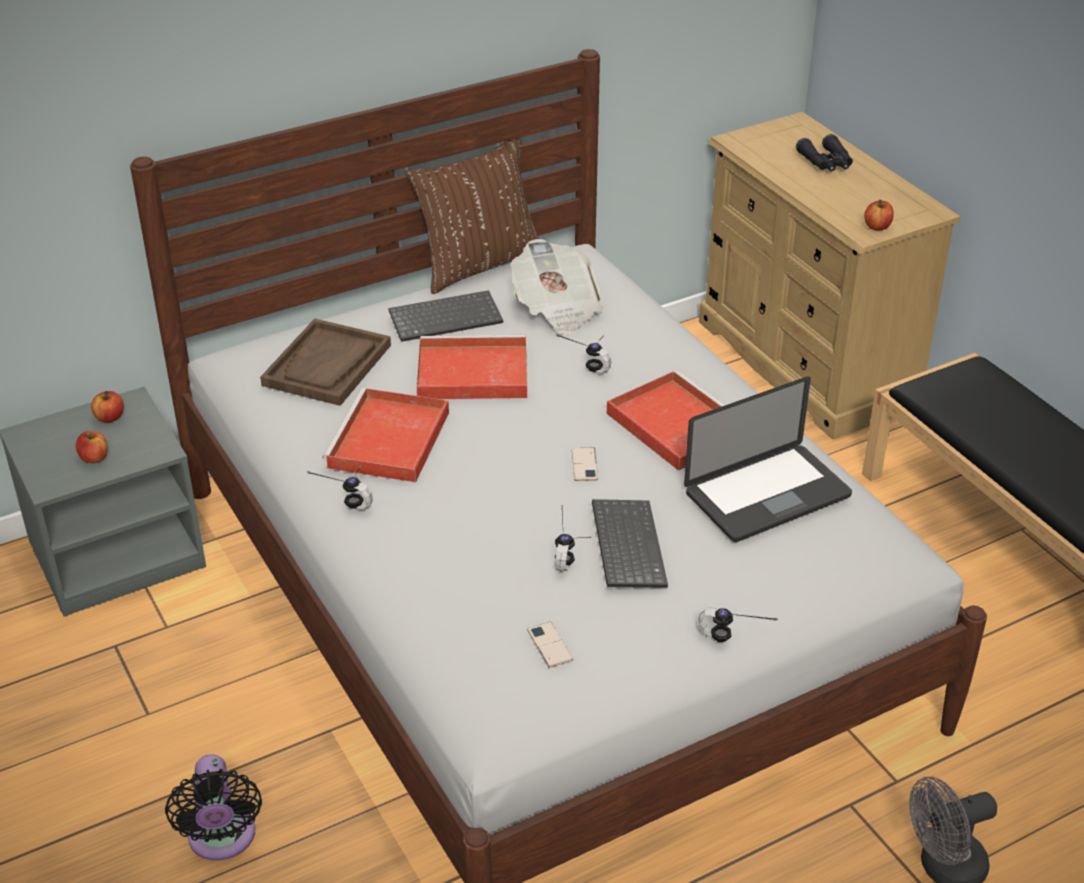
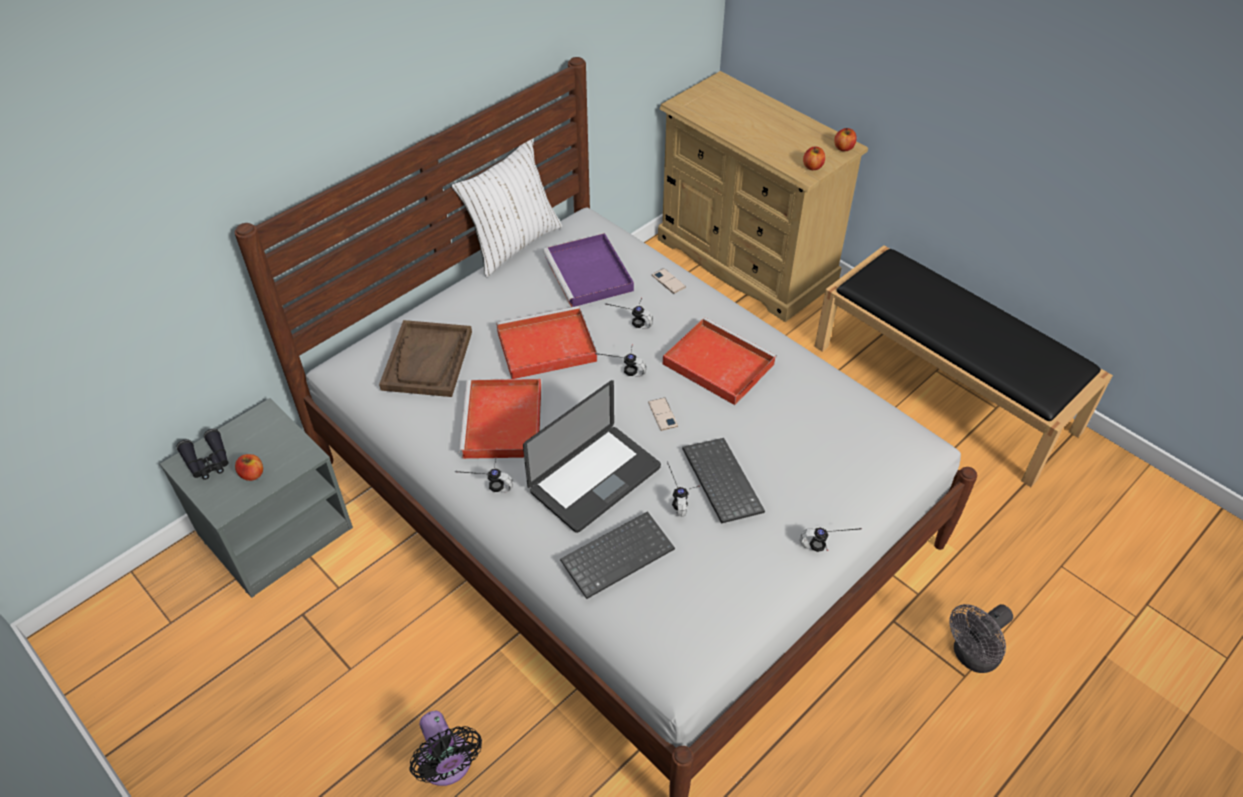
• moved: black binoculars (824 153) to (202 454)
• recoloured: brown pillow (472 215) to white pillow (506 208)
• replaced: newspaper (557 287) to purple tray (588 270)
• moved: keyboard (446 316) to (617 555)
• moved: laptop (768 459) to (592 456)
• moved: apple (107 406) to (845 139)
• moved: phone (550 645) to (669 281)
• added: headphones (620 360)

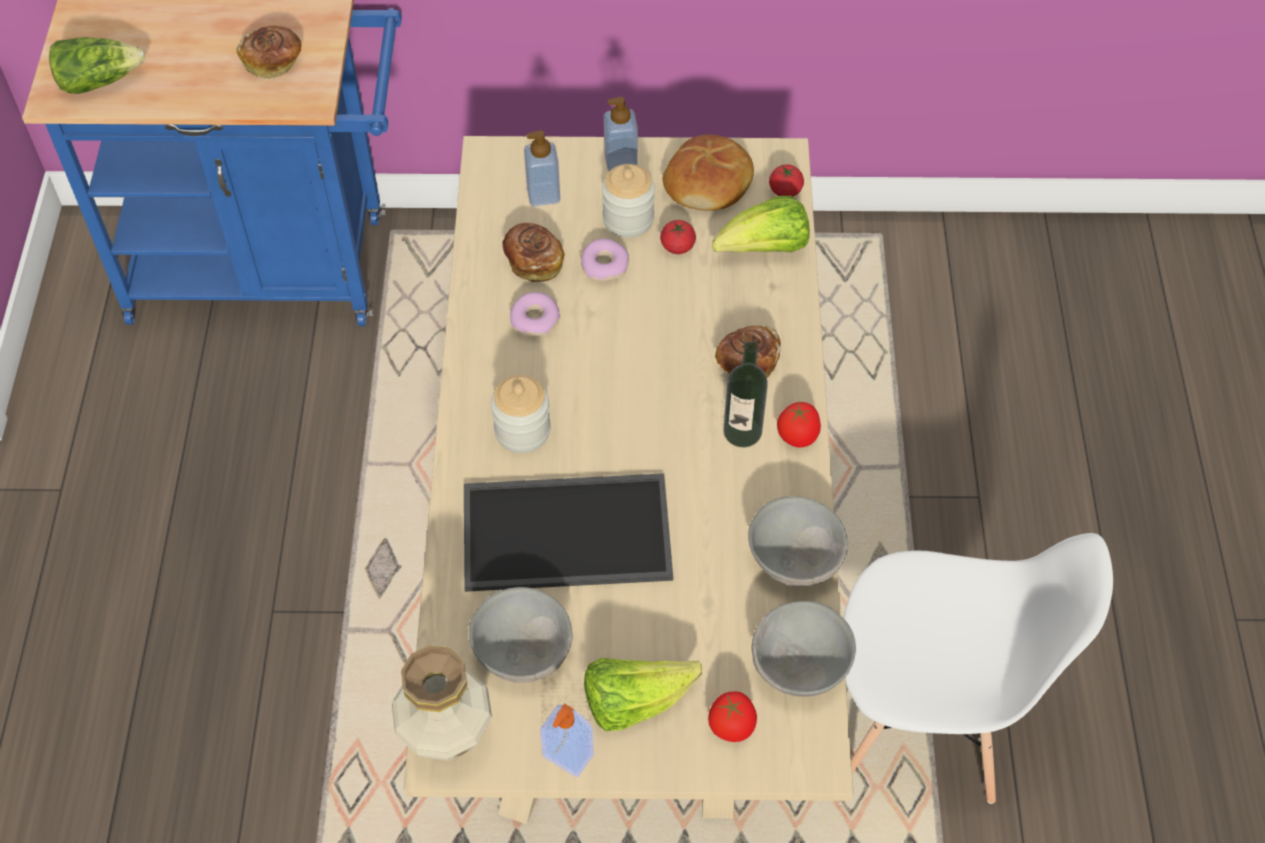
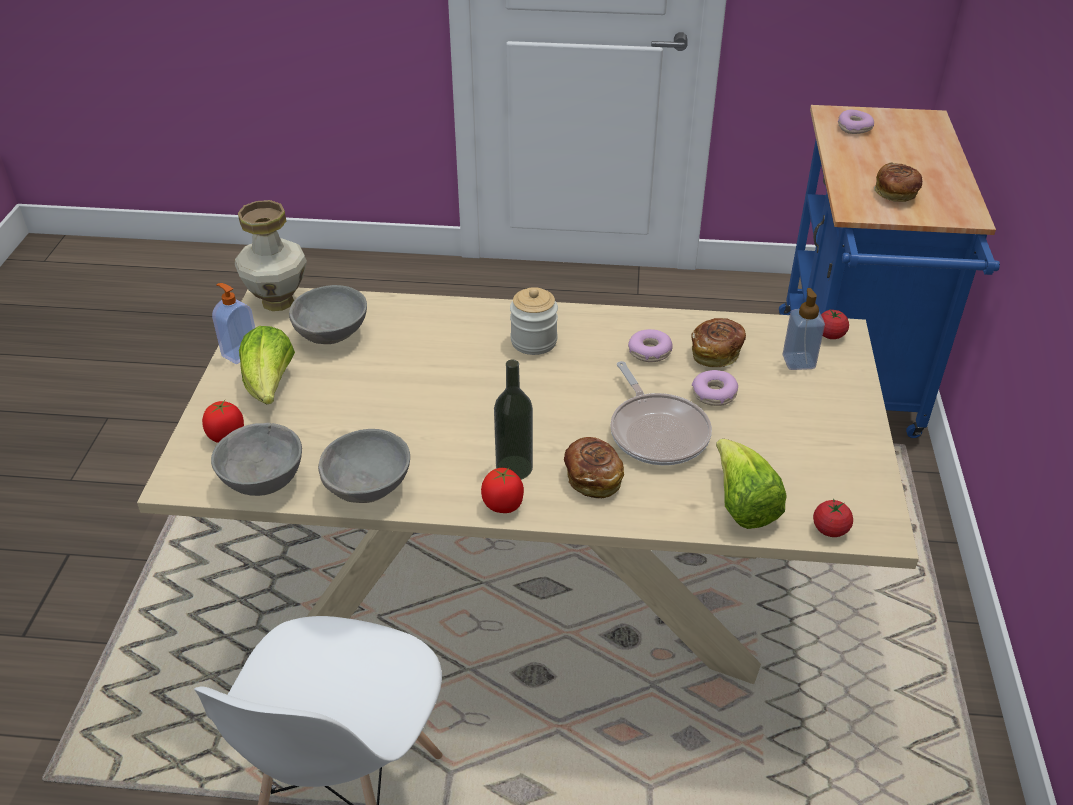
• replaced: lettuce (97 65) to donut (856 122)
• removed: soap dispenser (621 134)
• removed: bread (708 173)
• removed: jar (628 201)
• moved: tomato (678 237) to (835 324)
• removed: tray (568 532)
• added: frying pan (661 413)

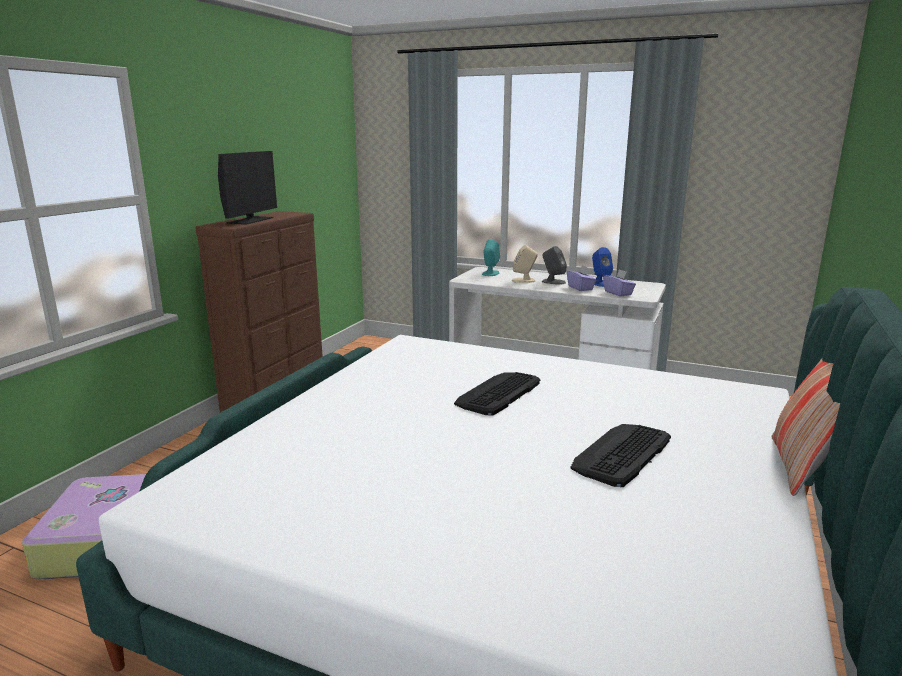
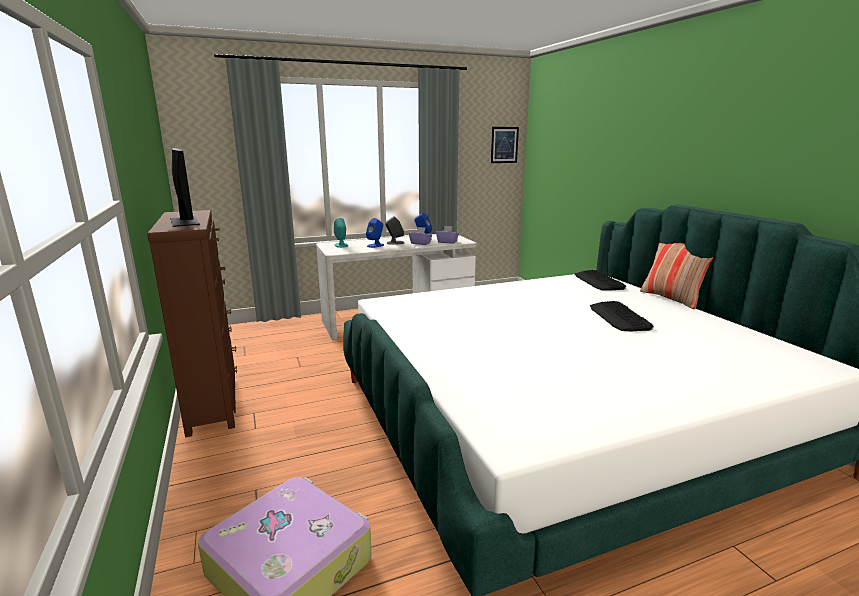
• recoloured: beige speaker (525 264) to blue speaker (375 233)
• moved: keyboard (497 393) to (600 280)
• added: picture (505 145)

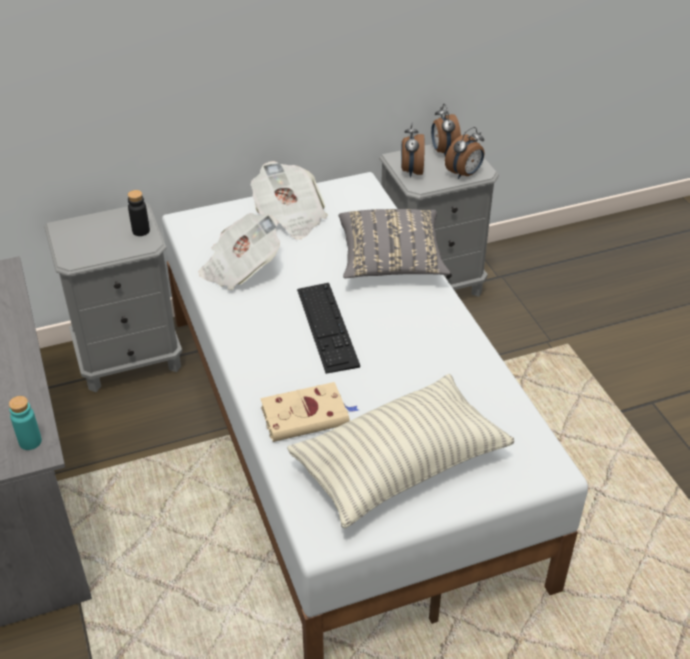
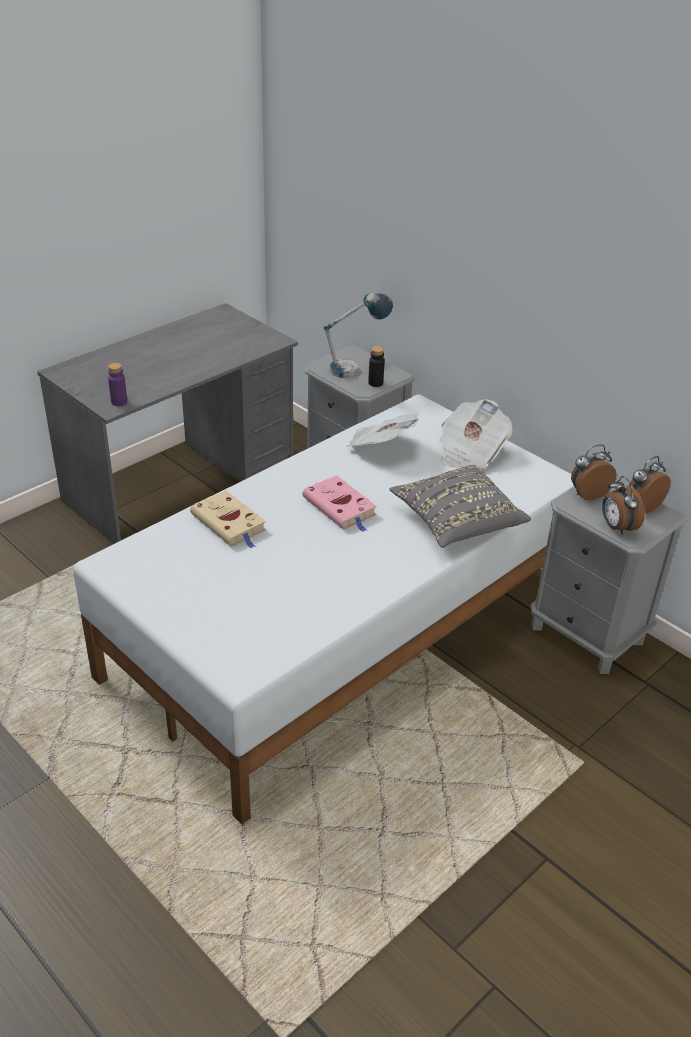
• turned: alarm clock (464 153) = (623 505) 45 degrees clockwise
• replaced: keyboard (328 328) to pink book (339 503)
• removed: pillow (400 451)
• recoloured: turquoise bottle (25 423) to purple bottle (117 384)
• added: table lamp (358 335)

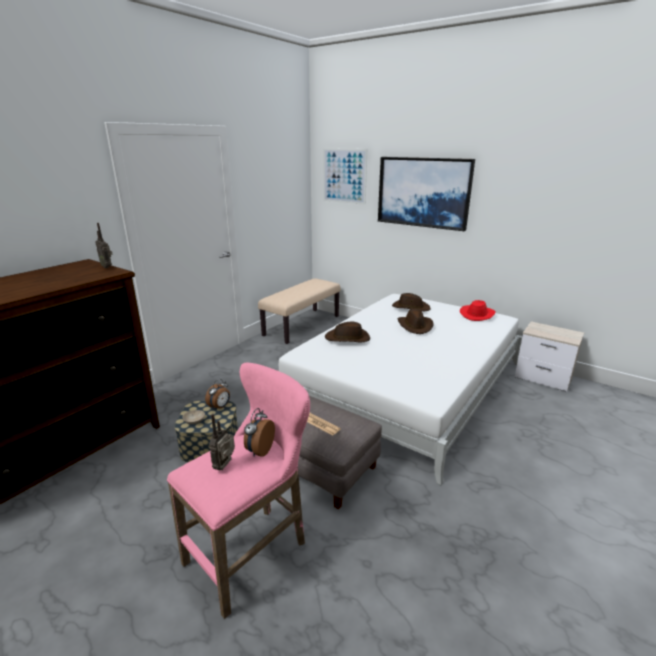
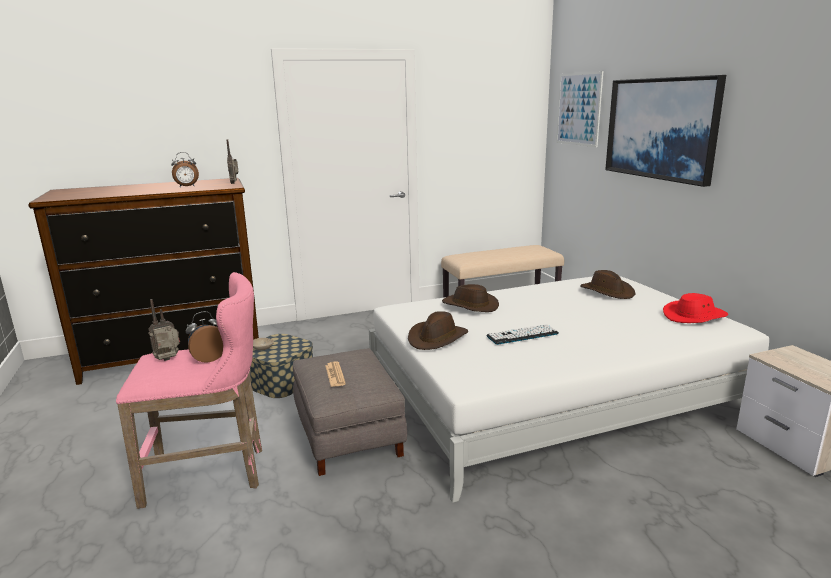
• moved: brown hat (416 321) to (438 330)
• moved: alarm clock (217 395) to (185 169)
• added: keyboard (522 334)

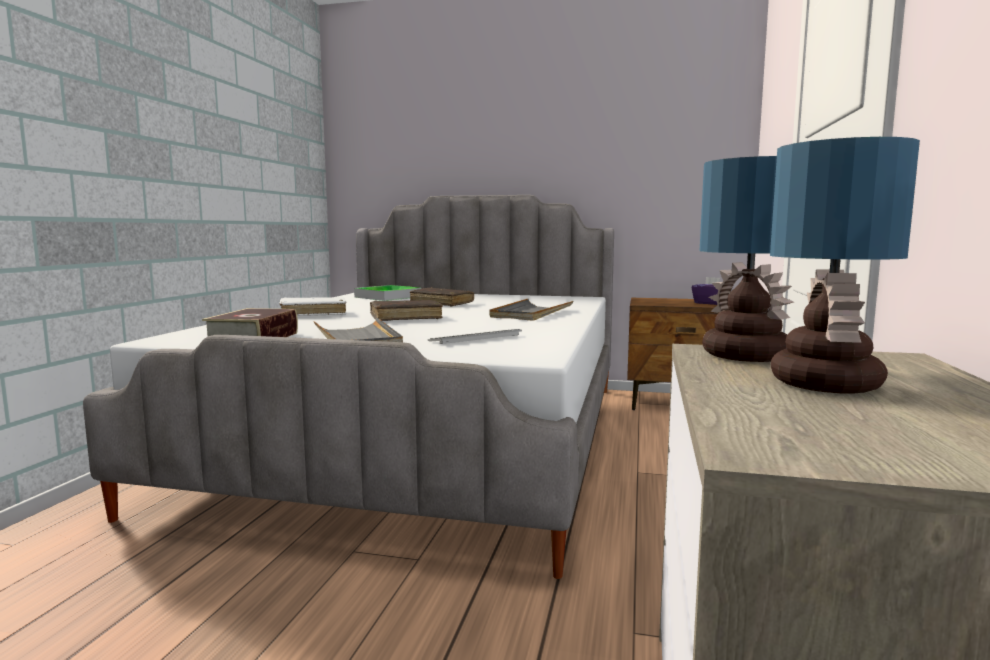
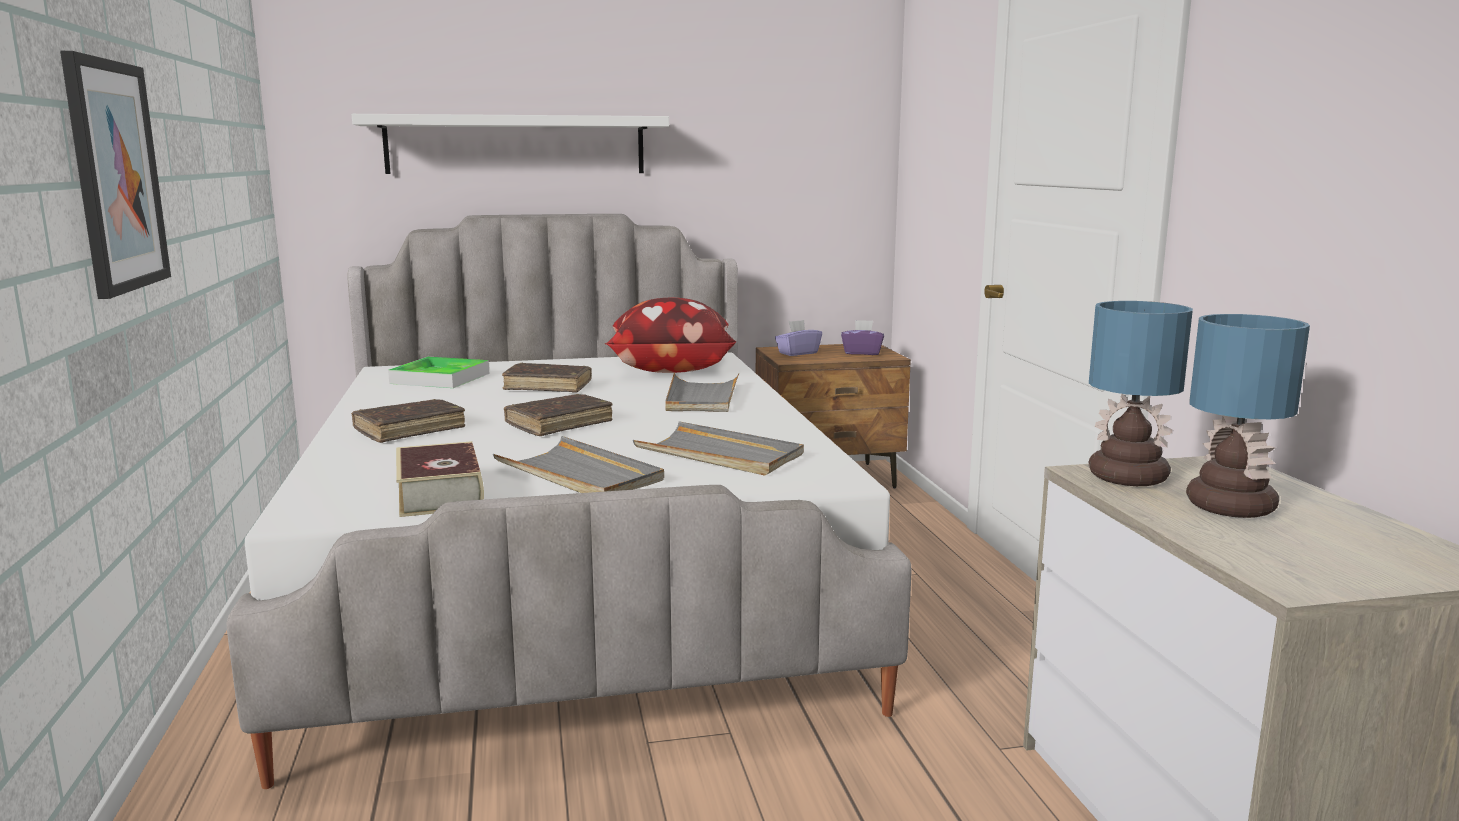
• recoloured: white book (313 306) to brown book (408 421)
• replaced: keyboard (475 336) to grey tray (718 448)
• added: picture (115 175)
• added: white shelf (510 144)
• added: pillow (670 335)
• added: purple tissue box (798 338)

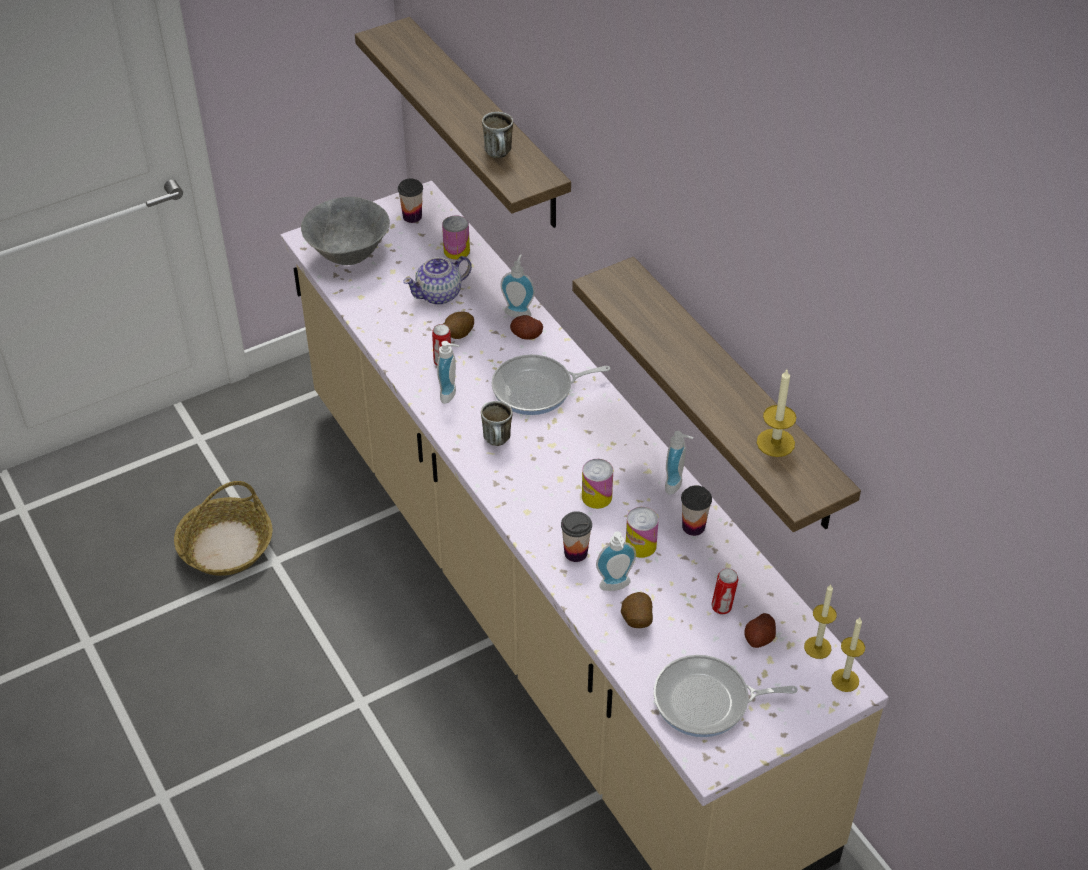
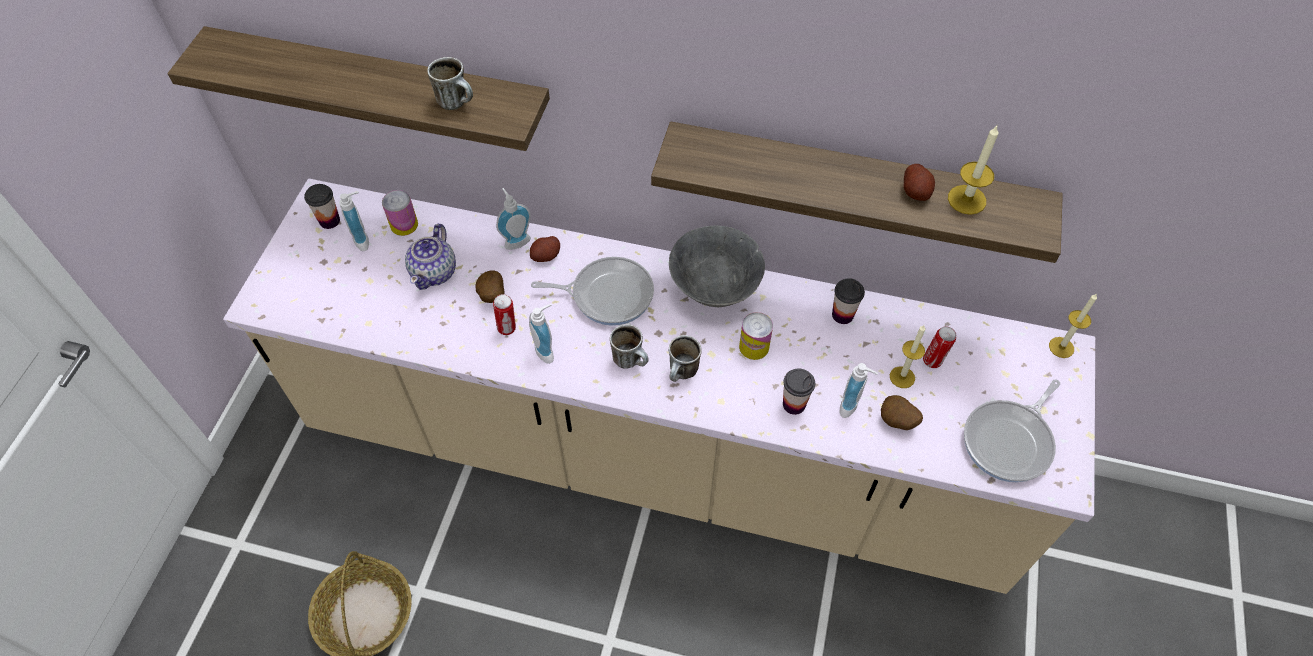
• moved: grey bowl (345 231) to (717 266)
• turned: frying pan (550 385) = (592 291) 120 degrees counterclockwise
• moved: soap dispenser (679 462) to (354 221)
• removed: can (642 532)
• moved: candle (820 622) to (907 356)
• moved: potato (760 630) to (919 182)
• added: mug (685 358)

